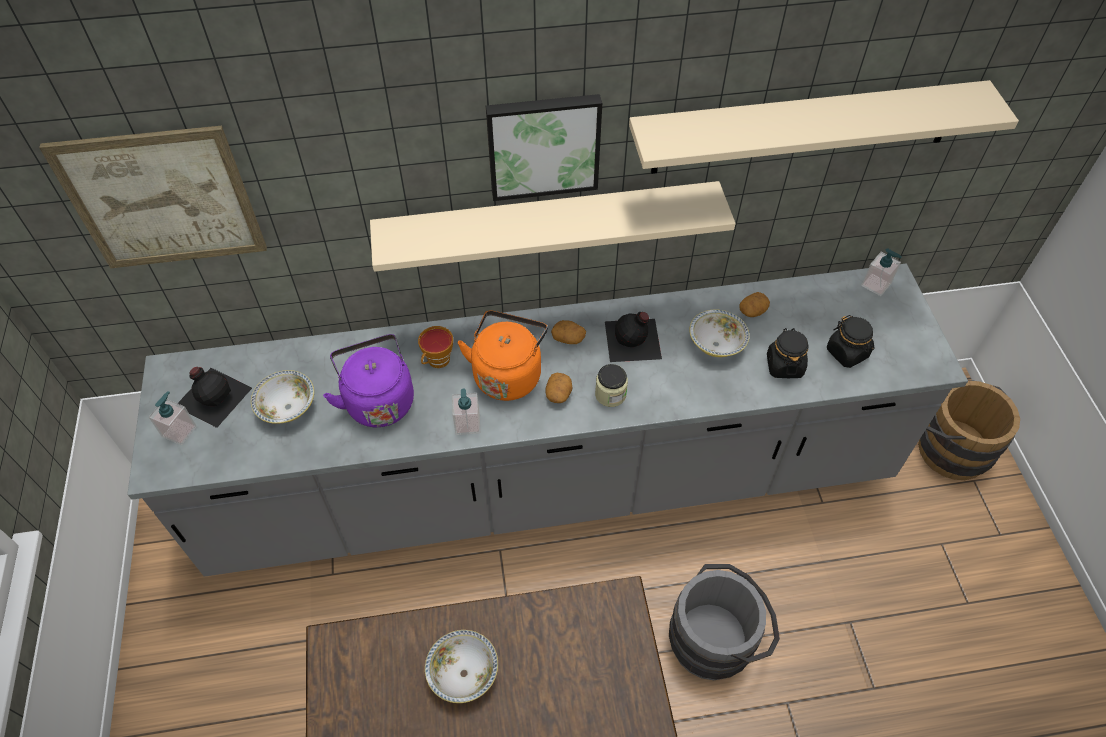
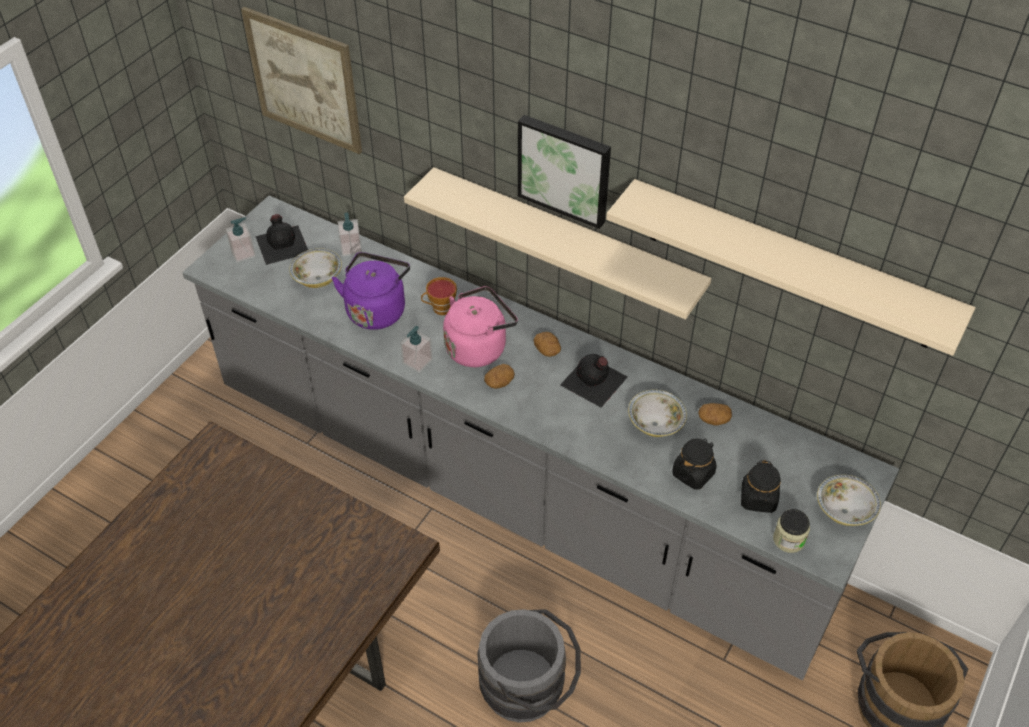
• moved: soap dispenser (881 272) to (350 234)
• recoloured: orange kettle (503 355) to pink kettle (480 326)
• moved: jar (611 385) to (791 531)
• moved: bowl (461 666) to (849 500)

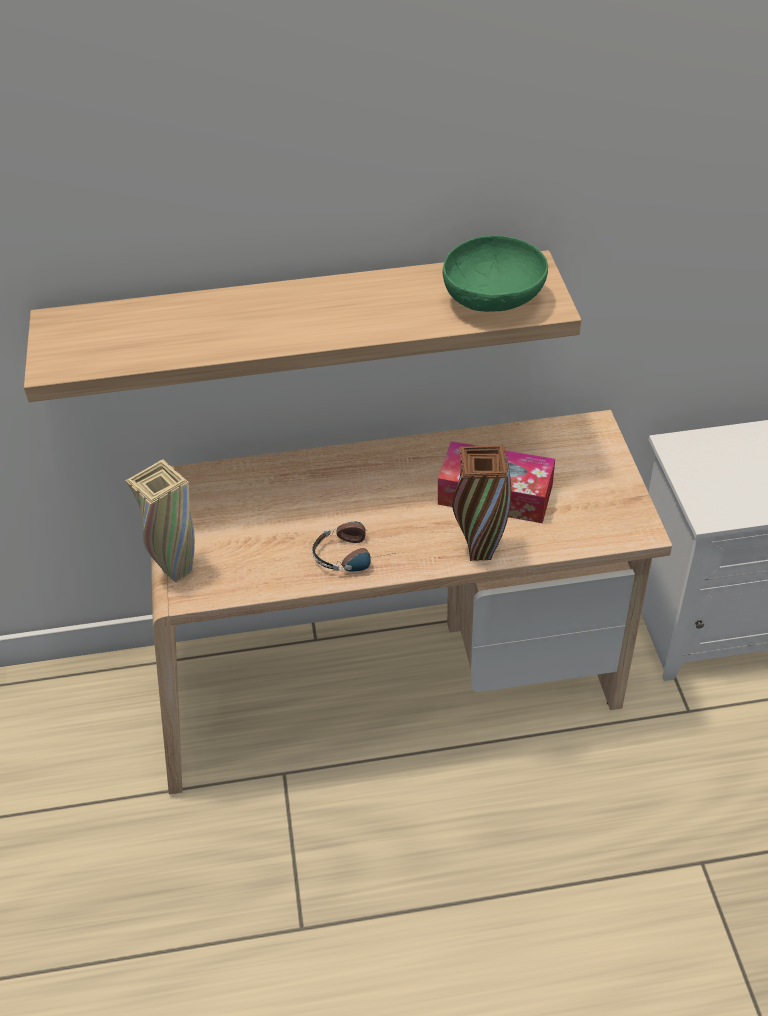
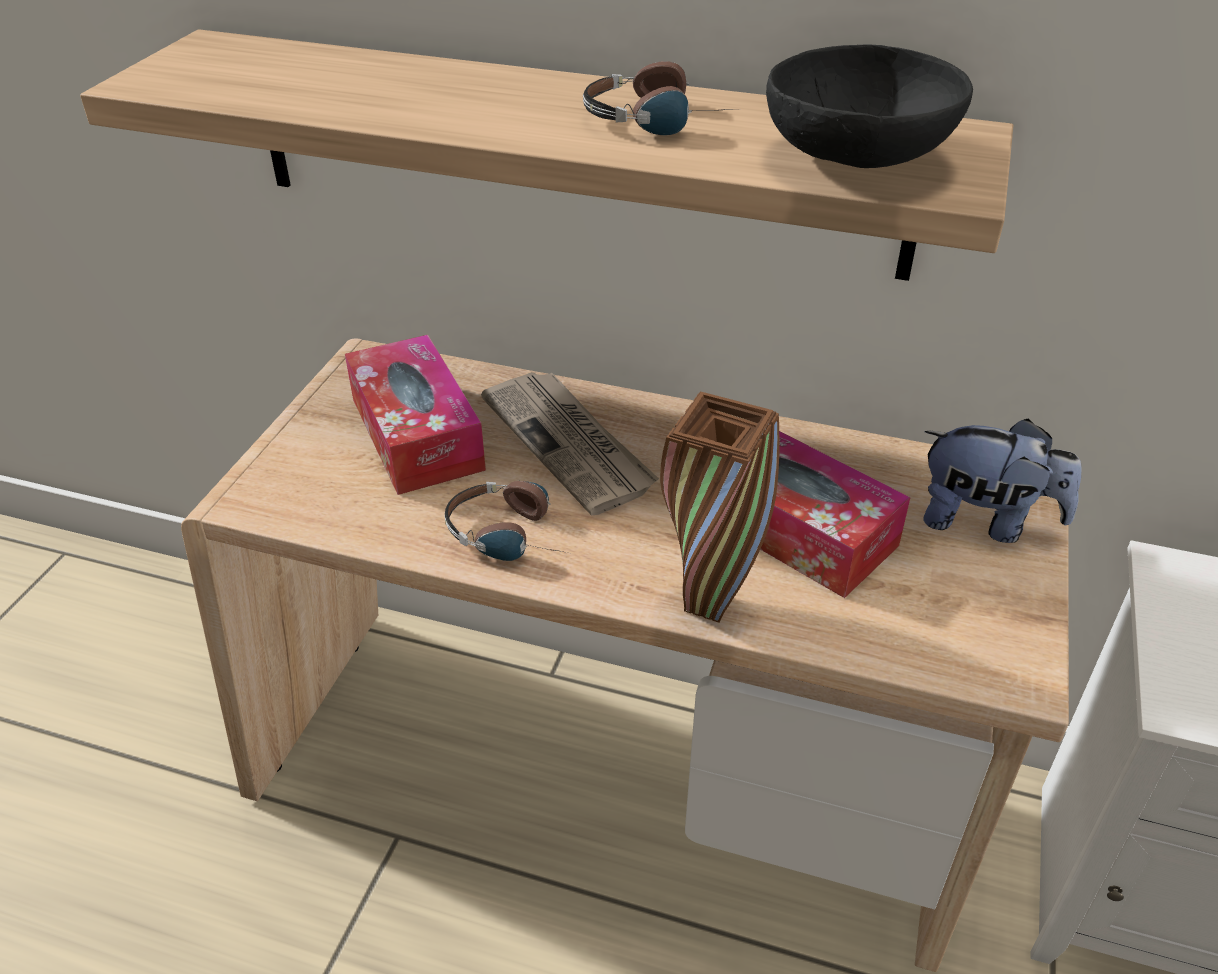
• recoloured: green bowl (495 274) to black bowl (869 106)
• removed: beige vase (160 521)
• added: headphones (660 98)
• added: tissue box (415 415)
• added: newspaper (570 444)
• added: plush toy (1002 480)

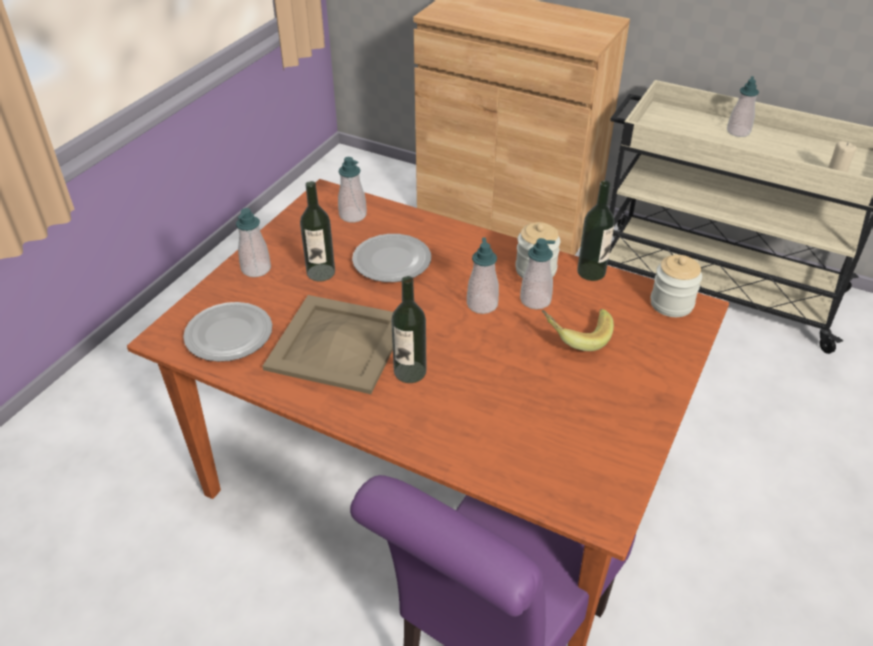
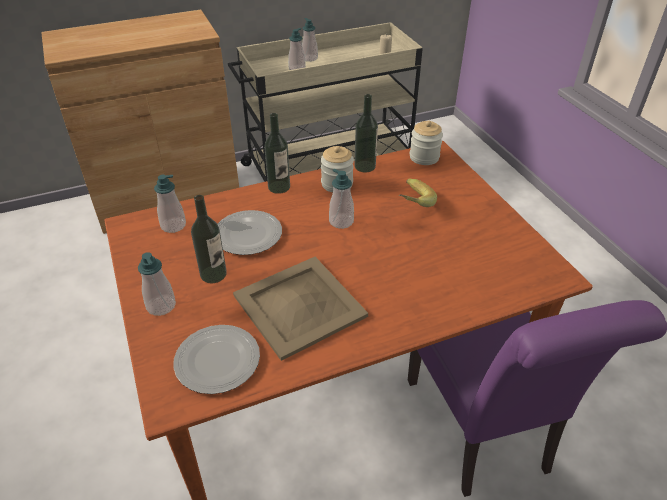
• moved: soap dispenser (537 273) to (297 49)
• moved: bottle (408 329) to (277 153)

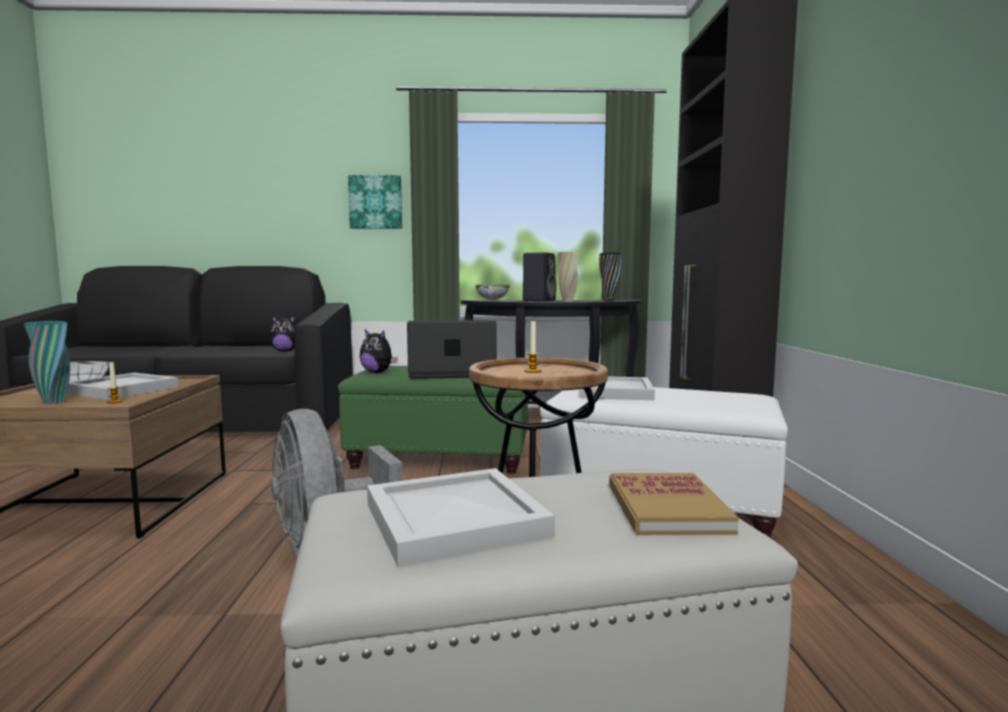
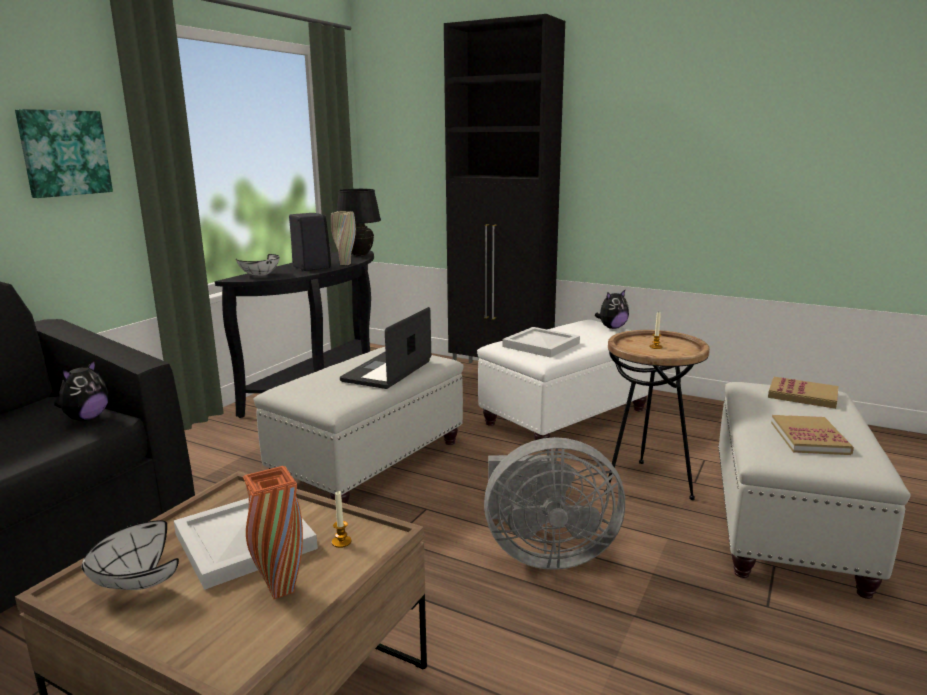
• replaced: black vase (610 277) to black table lamp (358 222)
• recoloured: turquoise vase (47 362) to orange vase (273 532)
• moved: plush toy (379 351) to (612 309)
• recoloured: green ottoman (433 420) to white ottoman (358 425)
• replaced: white tray (461 518) to book (812 435)

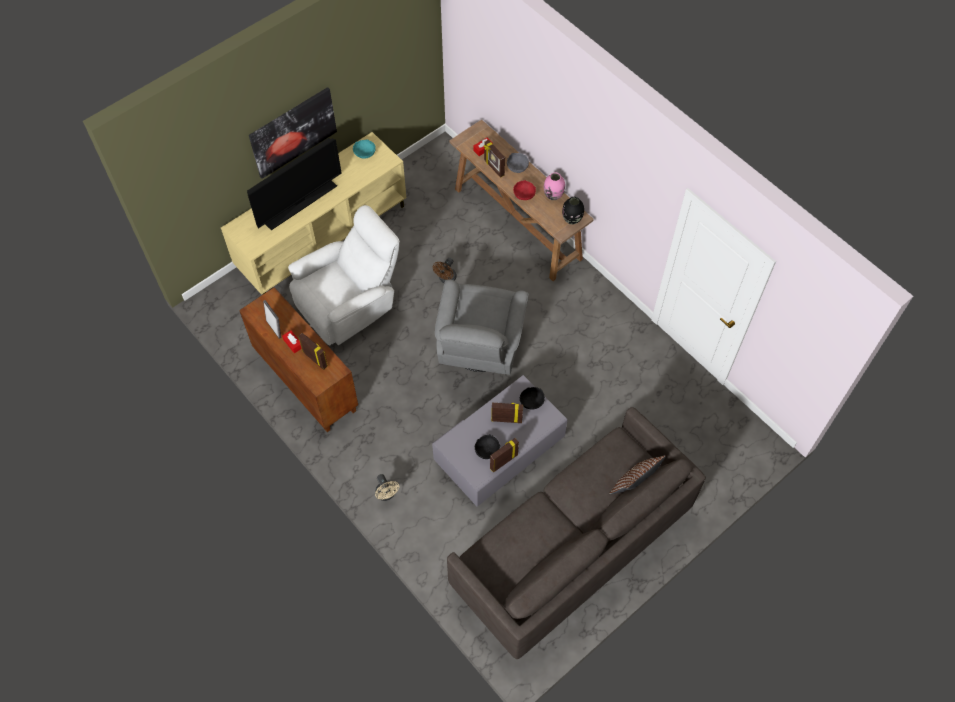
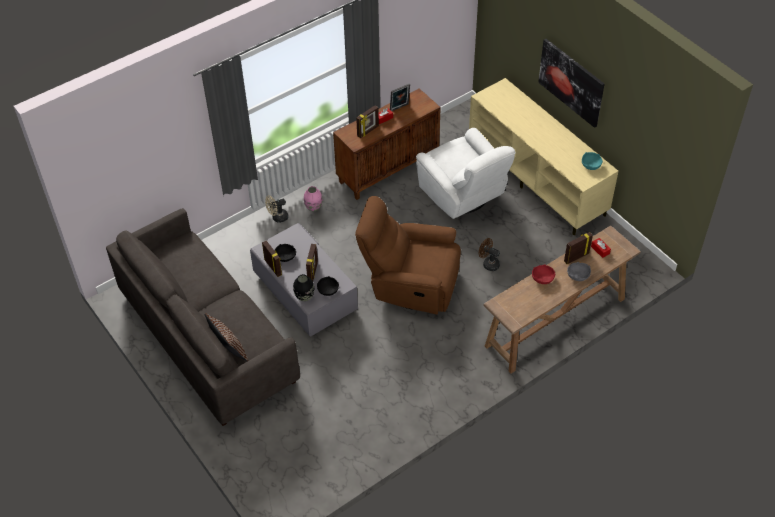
• removed: television (294 184)
• moved: pink vase (554 186) to (313 198)
• moved: black vase (573 210) to (303 287)
• recoloured: grey armchair (482 327) to brown armchair (408 255)

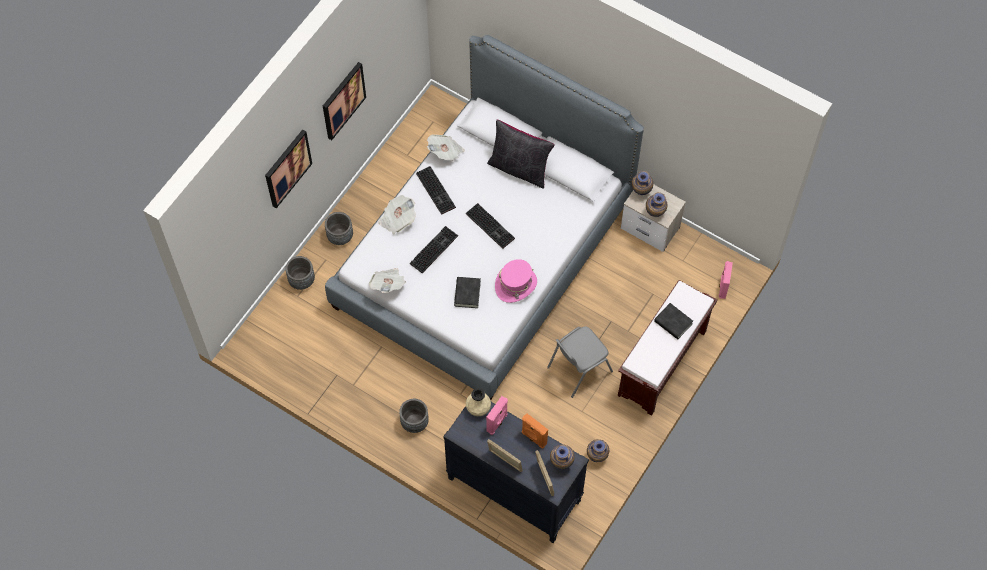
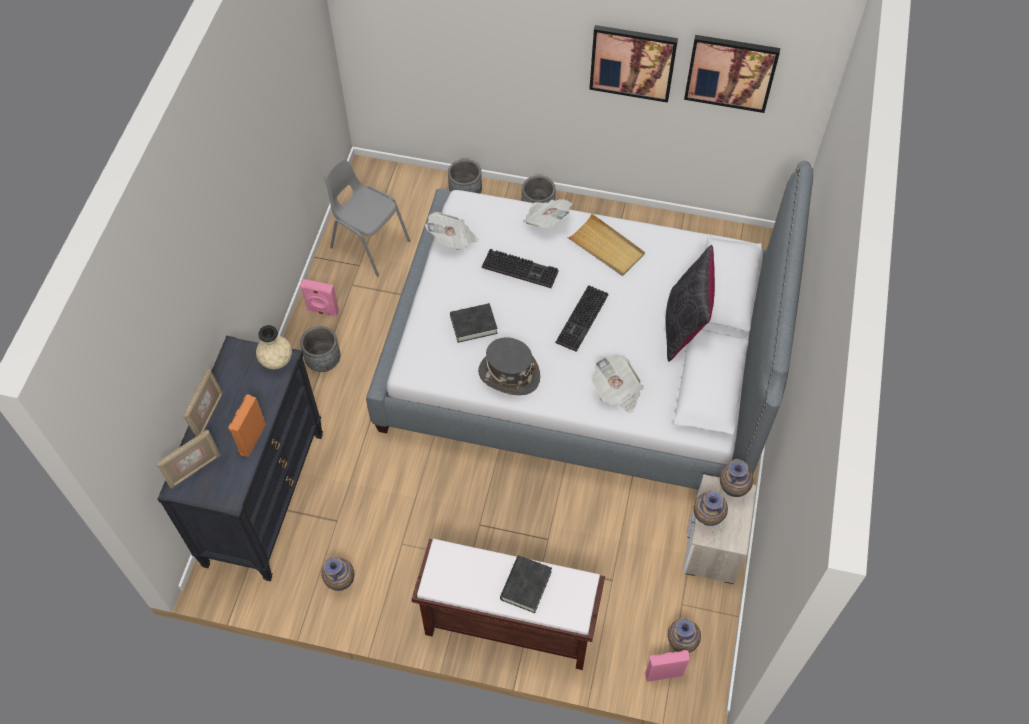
• moved: picture (288 168) to (732 74)
• moved: newspaper (446 147) to (618 384)
• replaced: keyboard (436 190) to beige tray (606 244)
• recoloured: pink hat (516 281) to grey hat (509 366)
• moved: grey chair (580 362) to (367 217)
• moved: pink speaker (497 415) to (319 298)
• moved: vase (562 457) to (684 635)

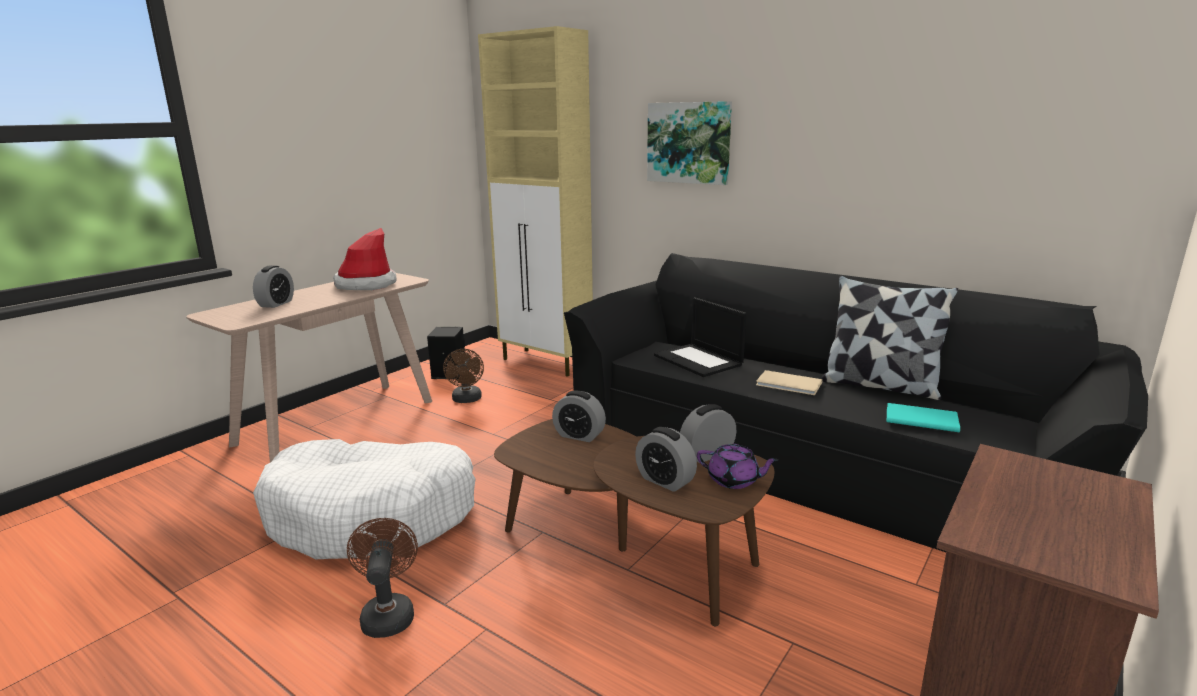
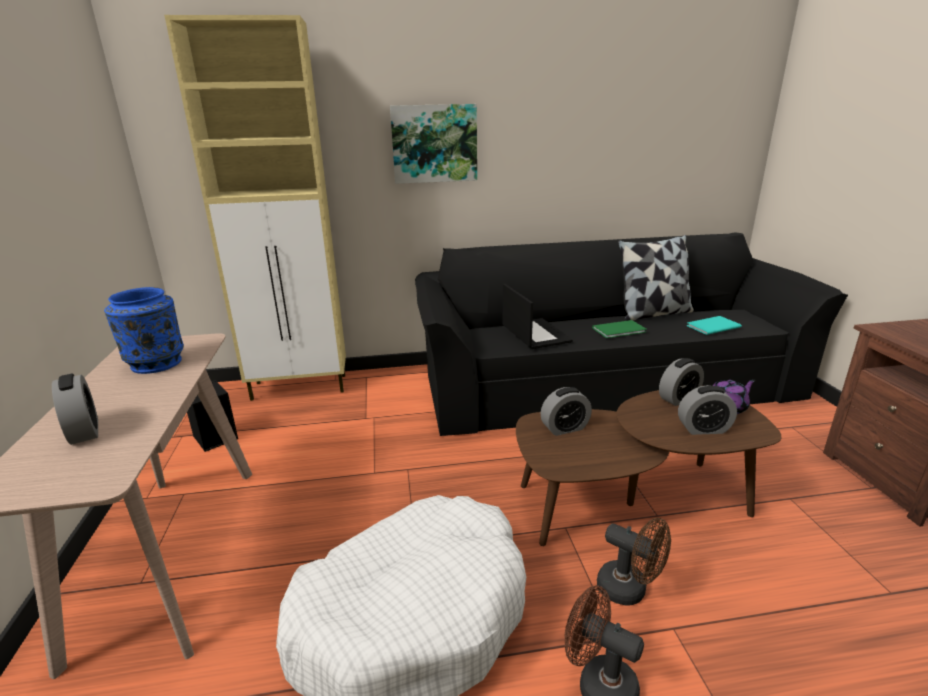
• replaced: hat (364 259) to blue vase (144 330)
• turned: laptop (700 337) = (537 316) 120 degrees counterclockwise
• moved: brown fan (463 376) to (634 562)
• recoloured: beige book (789 382) to green book (619 329)
• turned: alarm clock (708 433) = (681 382) 135 degrees counterclockwise

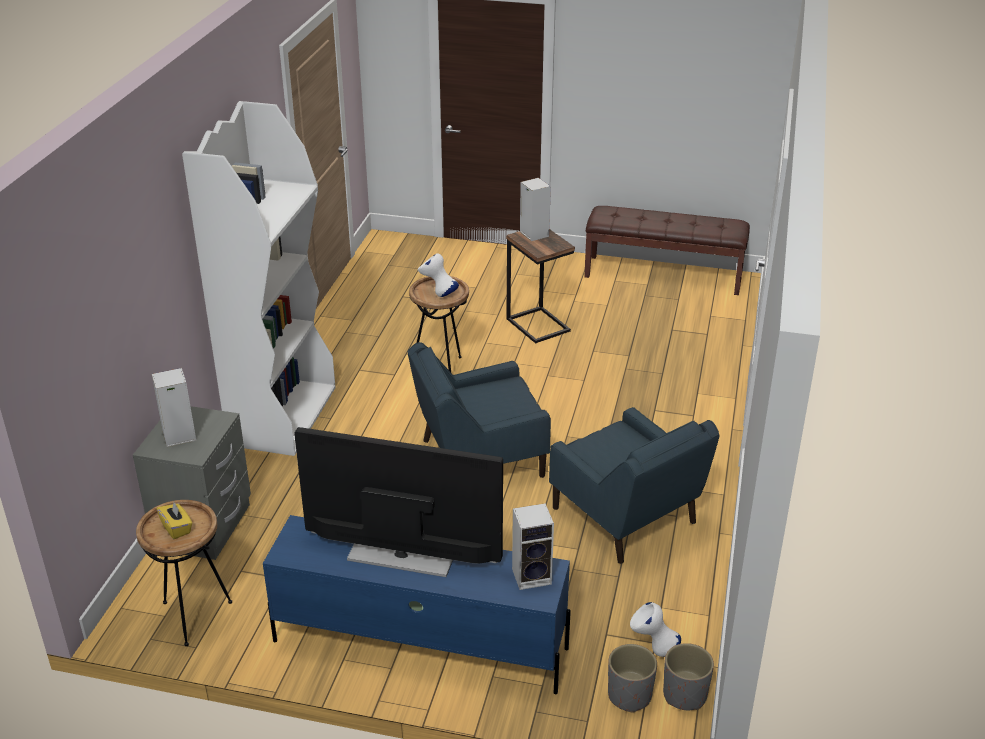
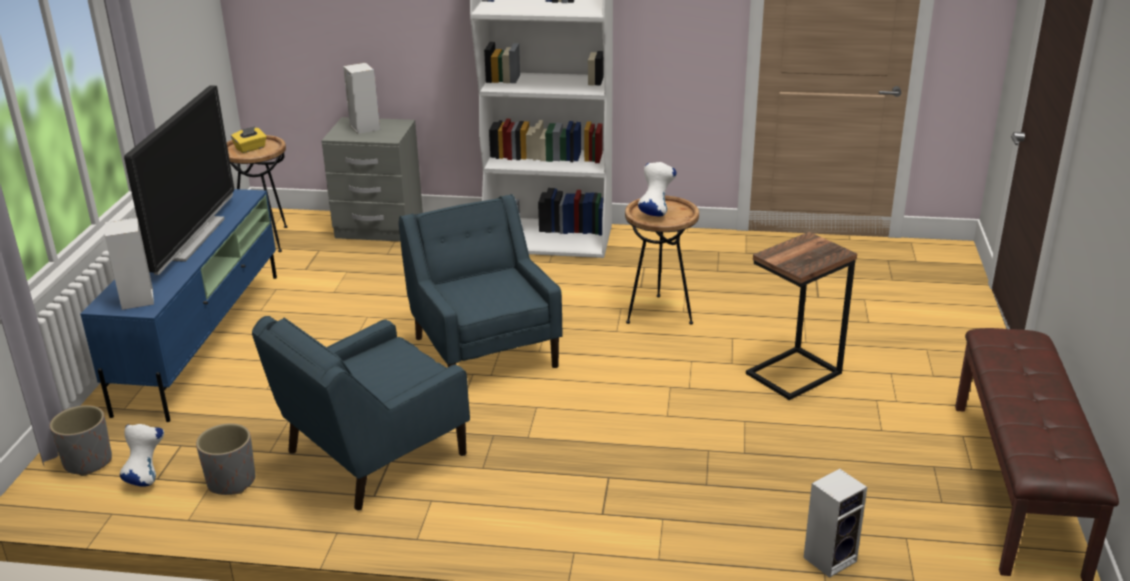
• moved: speaker (535 209) to (835 523)
• moved: grey planter (688 676) to (225 459)

